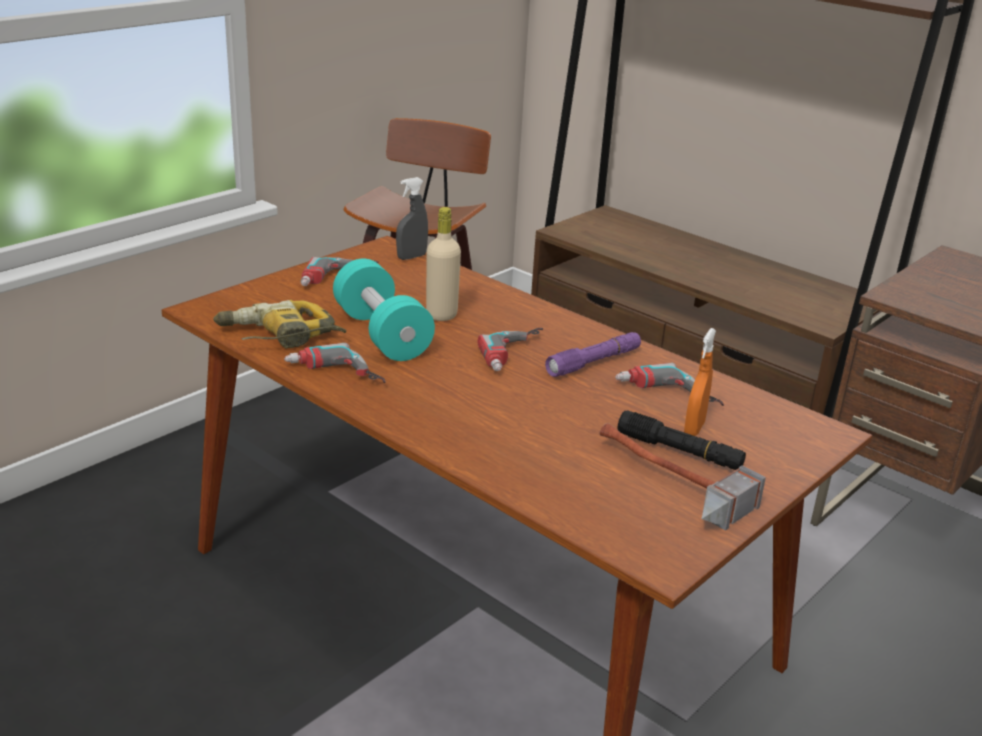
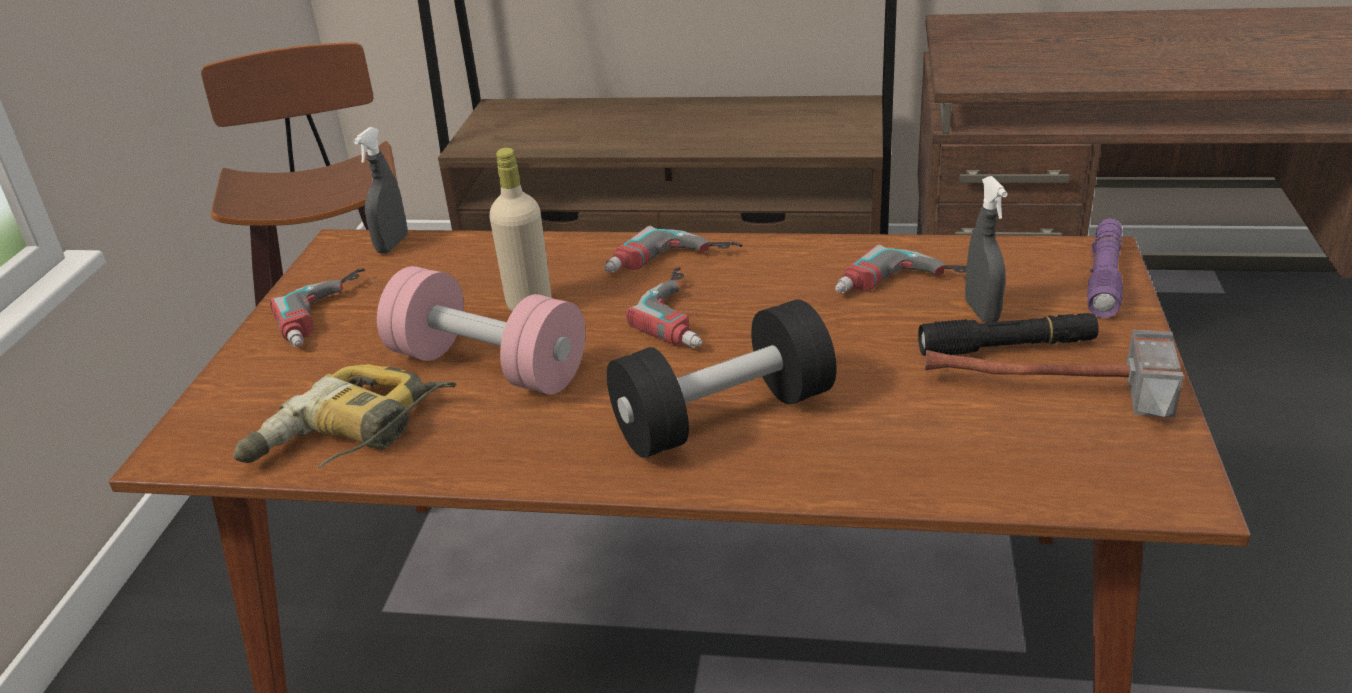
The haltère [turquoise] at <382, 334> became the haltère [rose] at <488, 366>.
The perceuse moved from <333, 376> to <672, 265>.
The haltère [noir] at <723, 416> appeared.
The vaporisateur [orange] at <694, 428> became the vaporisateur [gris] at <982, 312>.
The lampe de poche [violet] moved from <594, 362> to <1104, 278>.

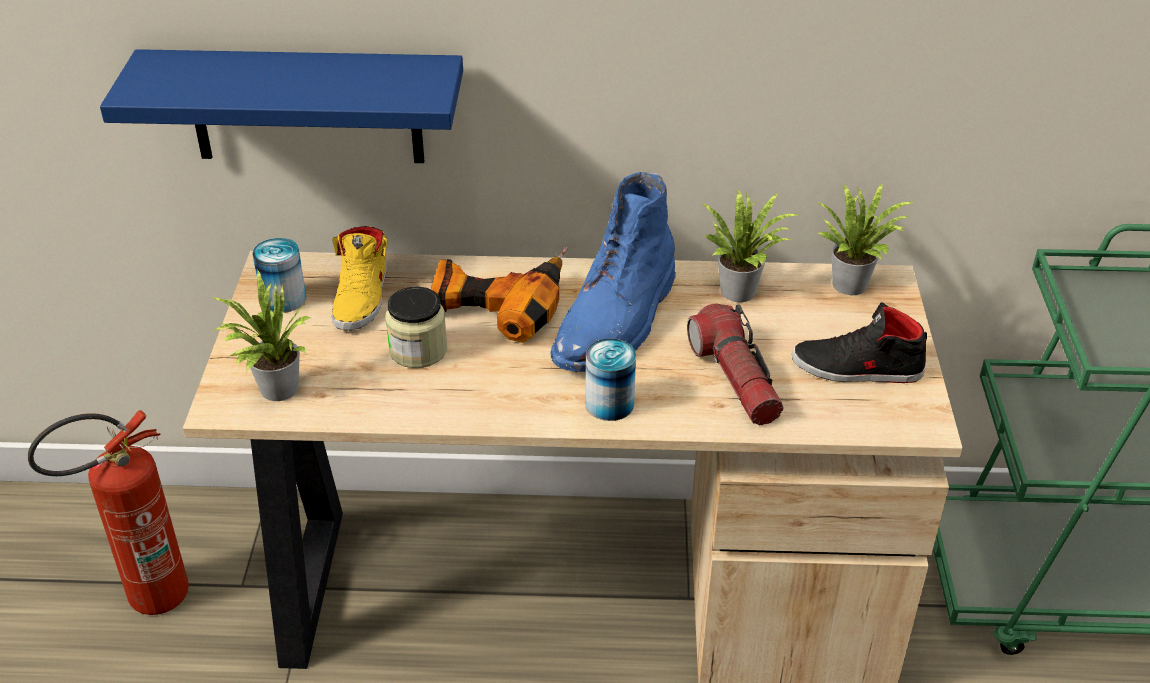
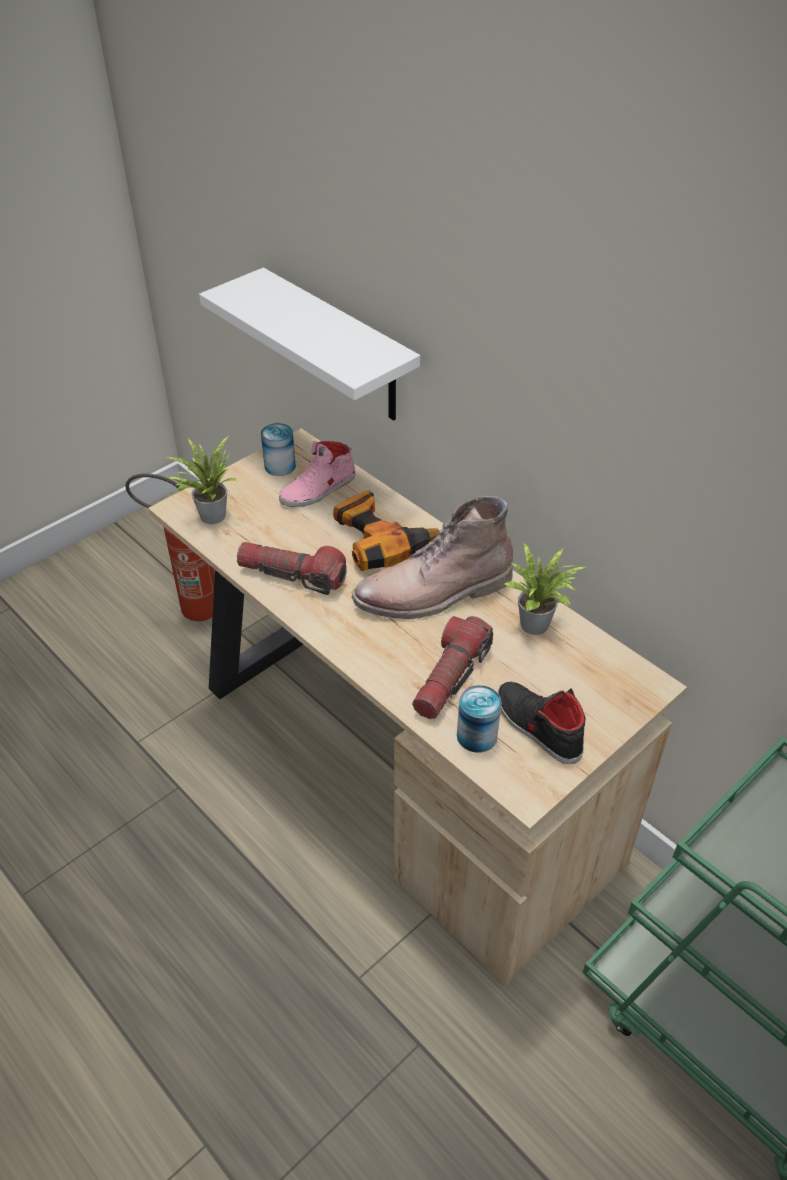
The étagère [bleu] at <306, 106> became the étagère [blanc] at <338, 347>.
The lampe de poche at <292, 575> appeared.
The chaussure [jaune] at <362, 297> became the chaussure [rose] at <318, 489>.
The botte [bleu] at <617, 321> became the botte [marron] at <433, 594>.
The boîte métallique moved from <609, 404> to <477, 736>.
The bocal at <418, 350> disappeared.
The plante en pot at <852, 283> disappeared.

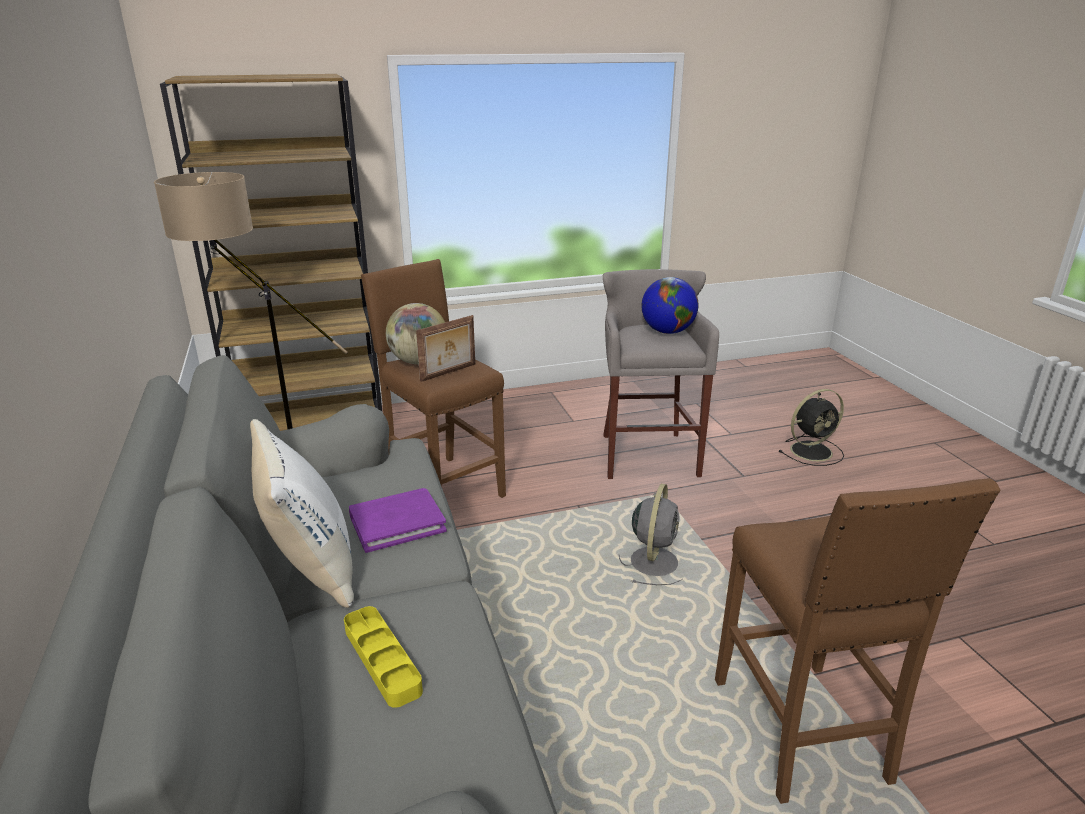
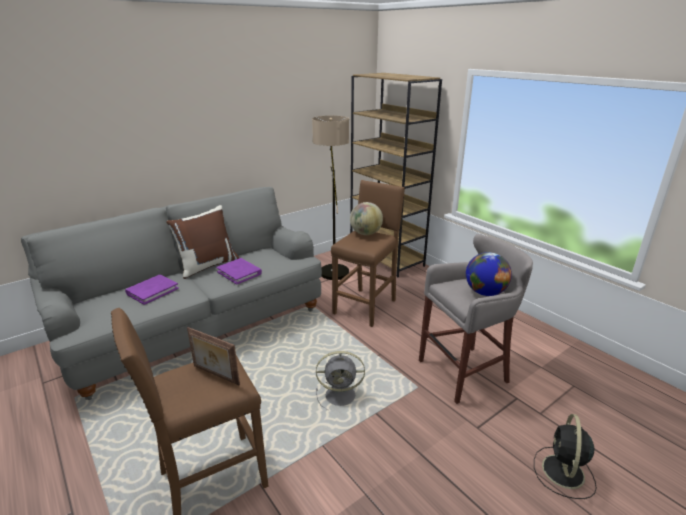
The plateau [jaune] at <382, 660> was replaced by the livre [violet] at <152, 291>.
The coussin [blanc] at <310, 567> became the coussin [marron] at <208, 265>.
The cadre photo moved from <449, 373> to <215, 375>.
The ventilateur [noir] at <812, 451> turned 60 degrees clockwise.

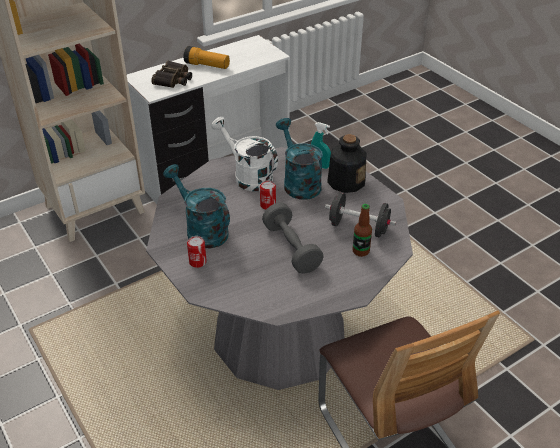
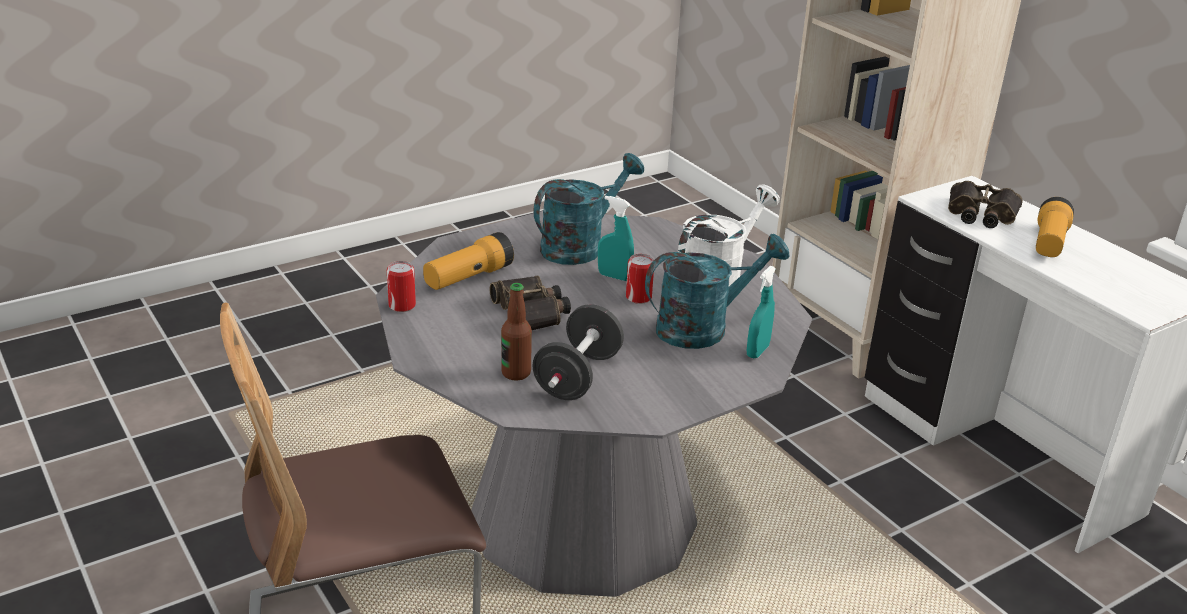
The boîte métallique moved from <197, 262> to <402, 305>.
The lampe de poche at <468, 277> appeared.
The haltère [gris] at <291, 248> was replaced by the jumelles at <531, 312>.
The vaporisateur [turquoise] at <614, 276> appeared.
The bouteille at <345, 181> disappeared.

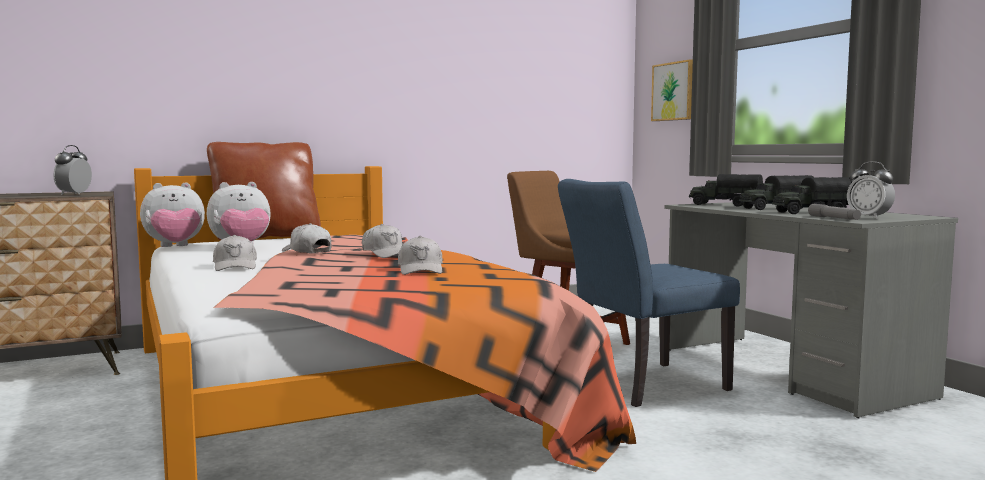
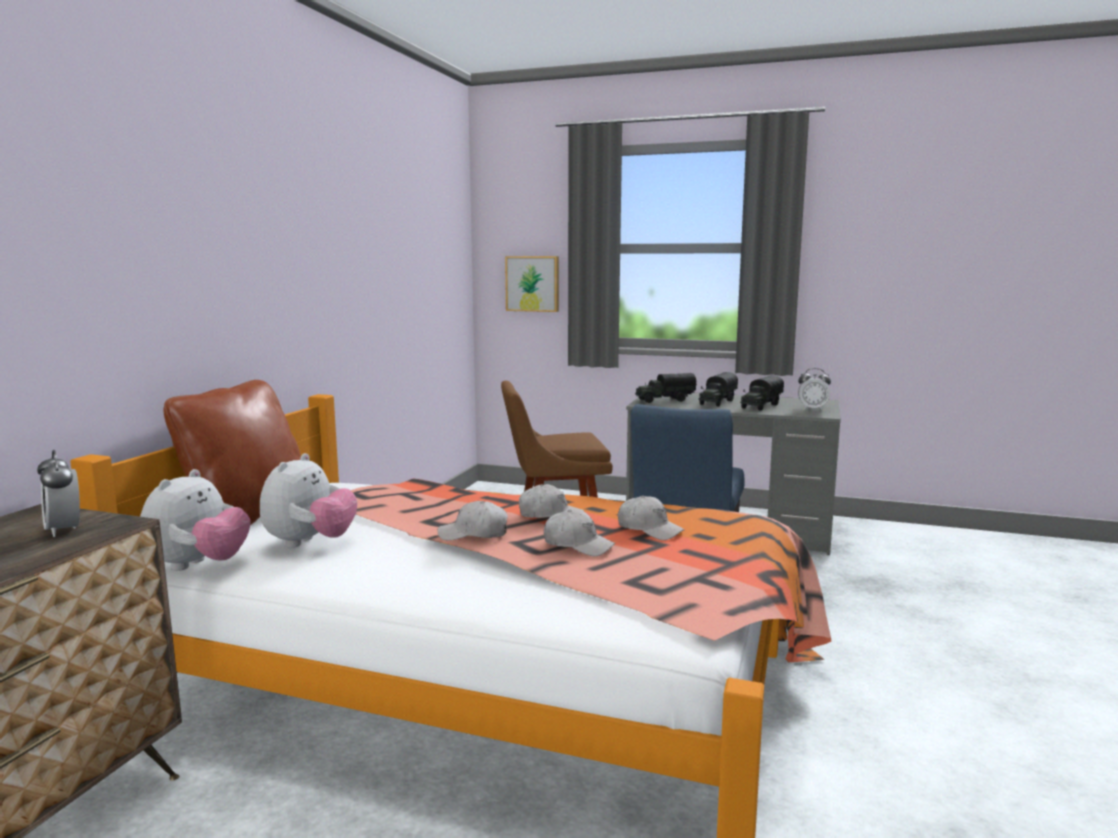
The casquette [blanc] moved from <235, 266> to <578, 545>.
The lampe de poche [gris] at <833, 218> disappeared.

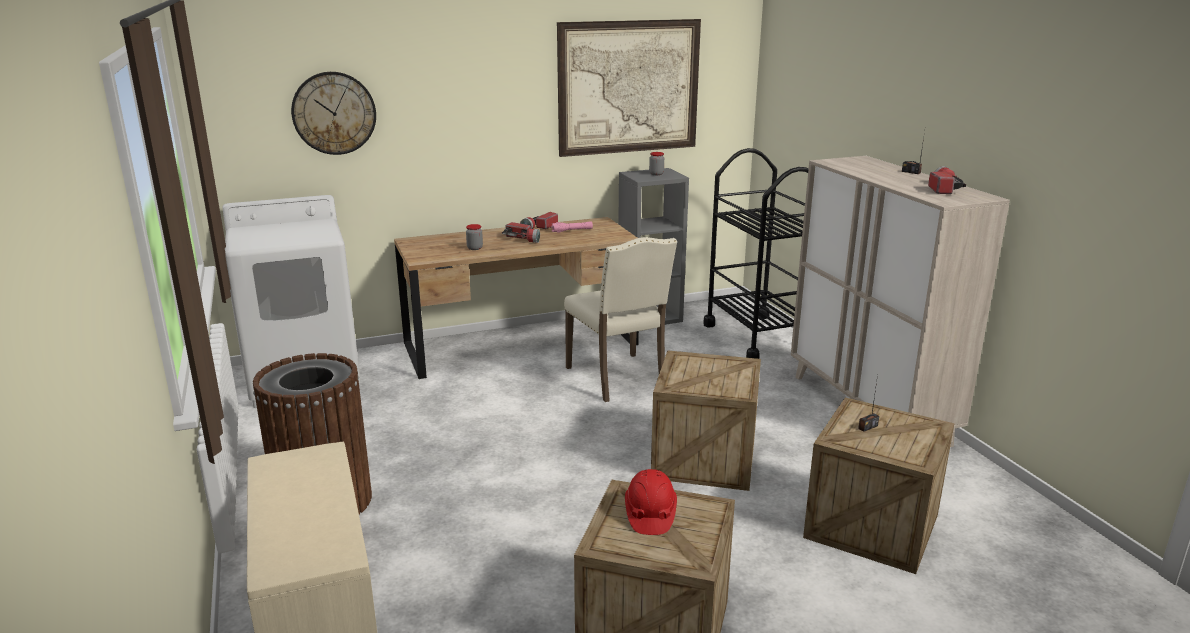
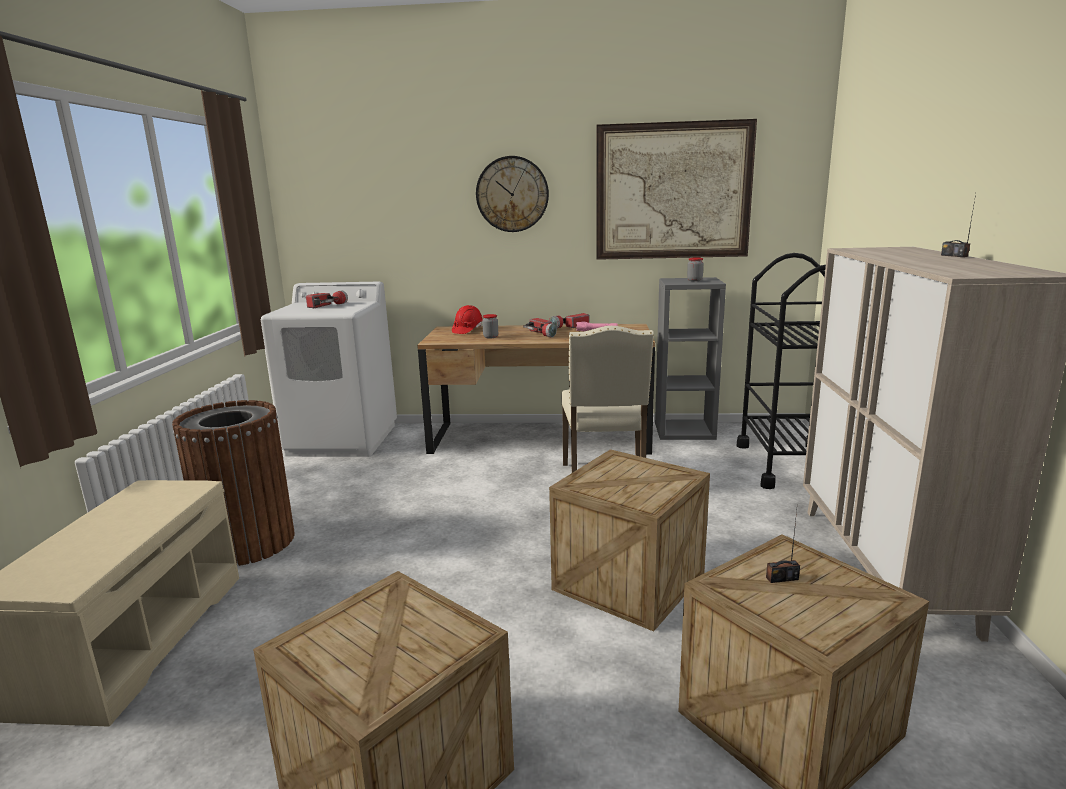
The lampe de poche moved from <943, 189> to <328, 306>.
The casque de chantier [rouge] moved from <650, 514> to <468, 330>.
The horloge murale moved from <334, 113> to <512, 194>.

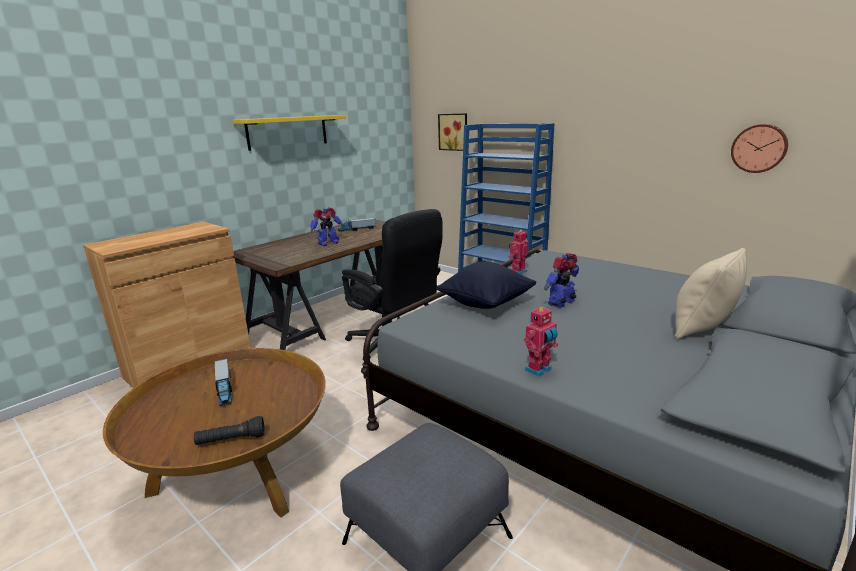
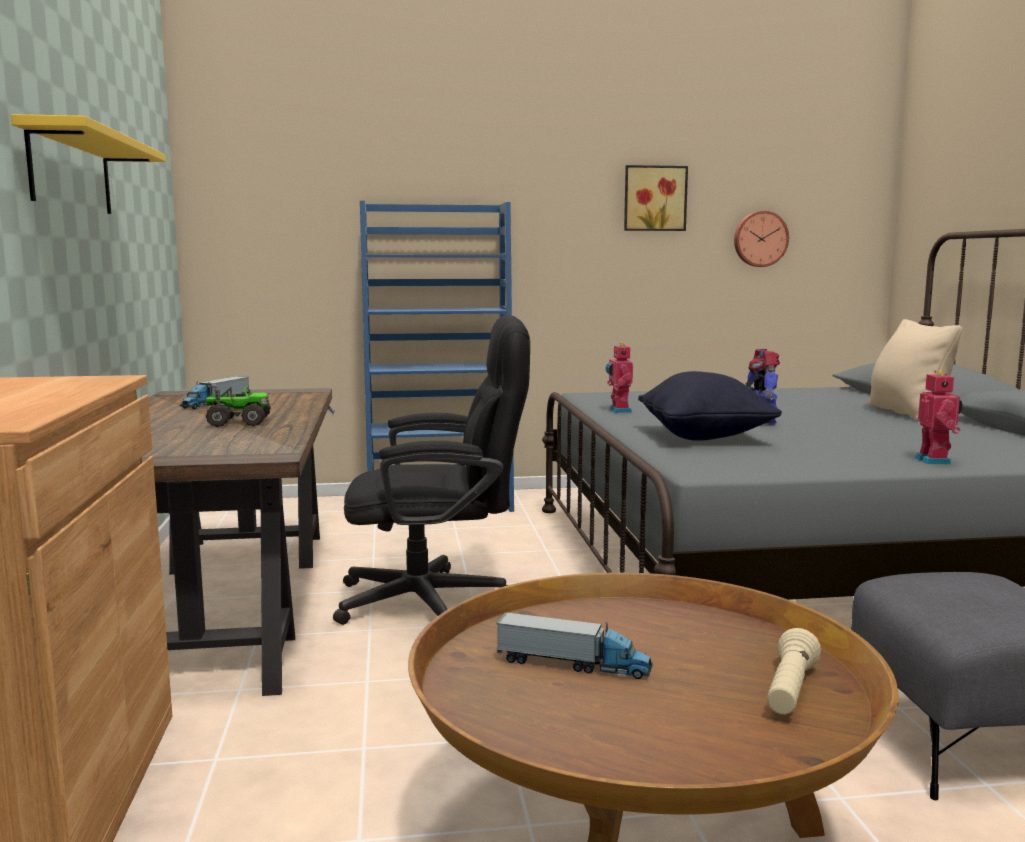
The robot jouet at <327, 243> was replaced by the camion jouet at <238, 422>.
The tableau moved from <454, 132> to <654, 198>.
The lampe de poche [noir] at <231, 440> became the lampe de poche [beige] at <790, 691>.

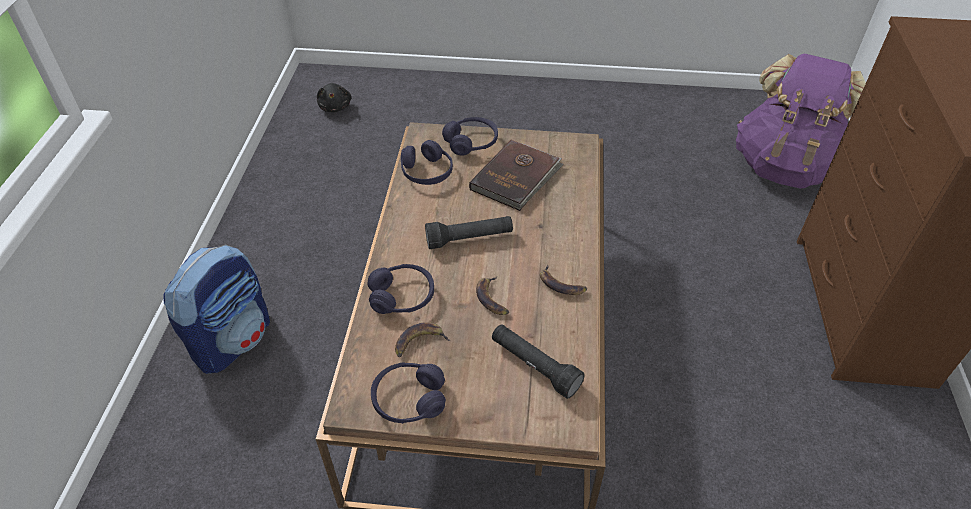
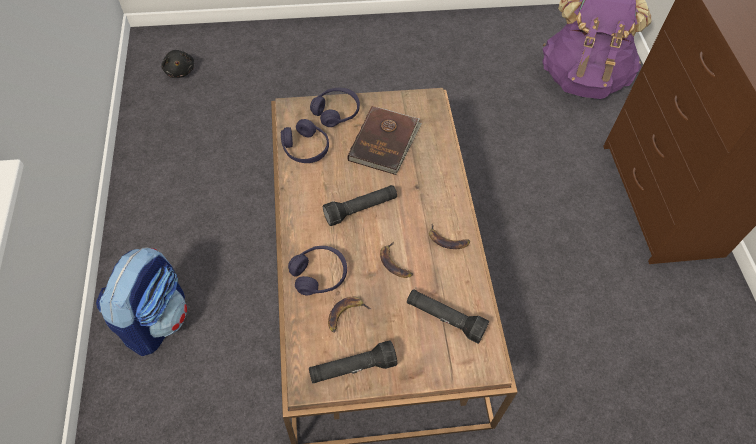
The casque audio [violet] at <409, 399> was replaced by the lampe de poche [noir] at <352, 368>.

